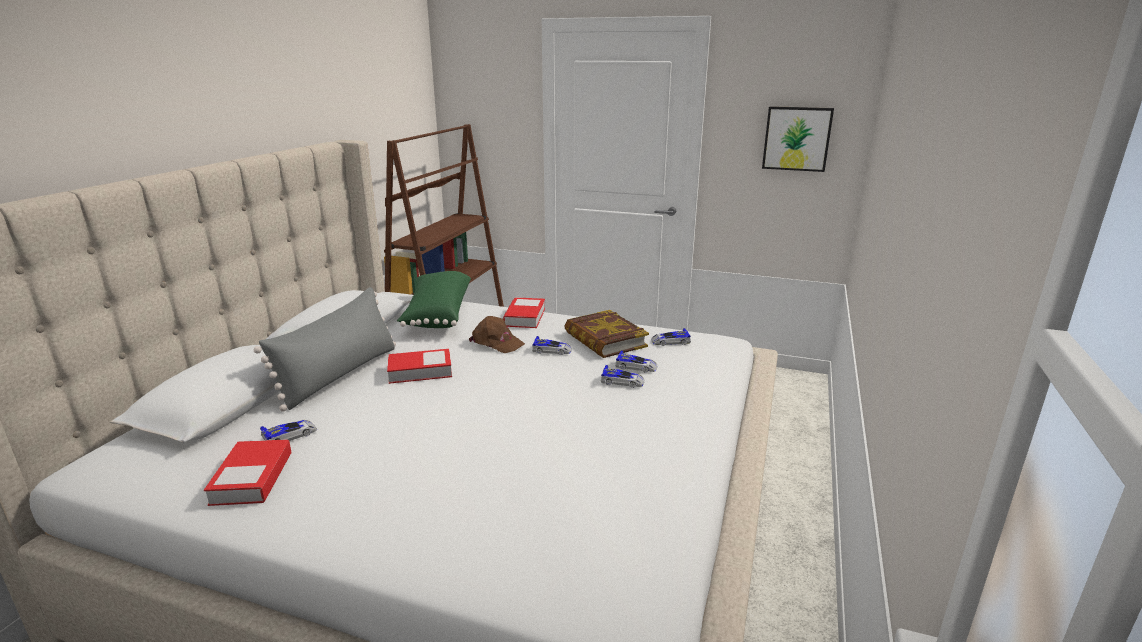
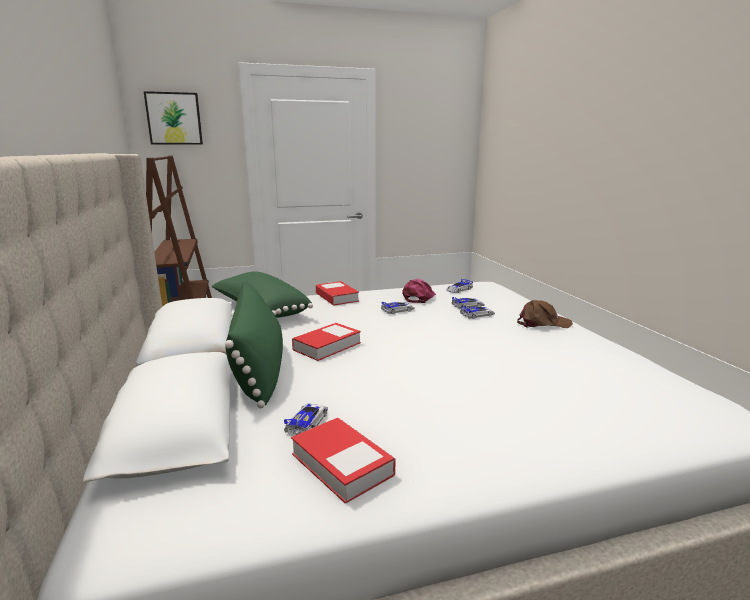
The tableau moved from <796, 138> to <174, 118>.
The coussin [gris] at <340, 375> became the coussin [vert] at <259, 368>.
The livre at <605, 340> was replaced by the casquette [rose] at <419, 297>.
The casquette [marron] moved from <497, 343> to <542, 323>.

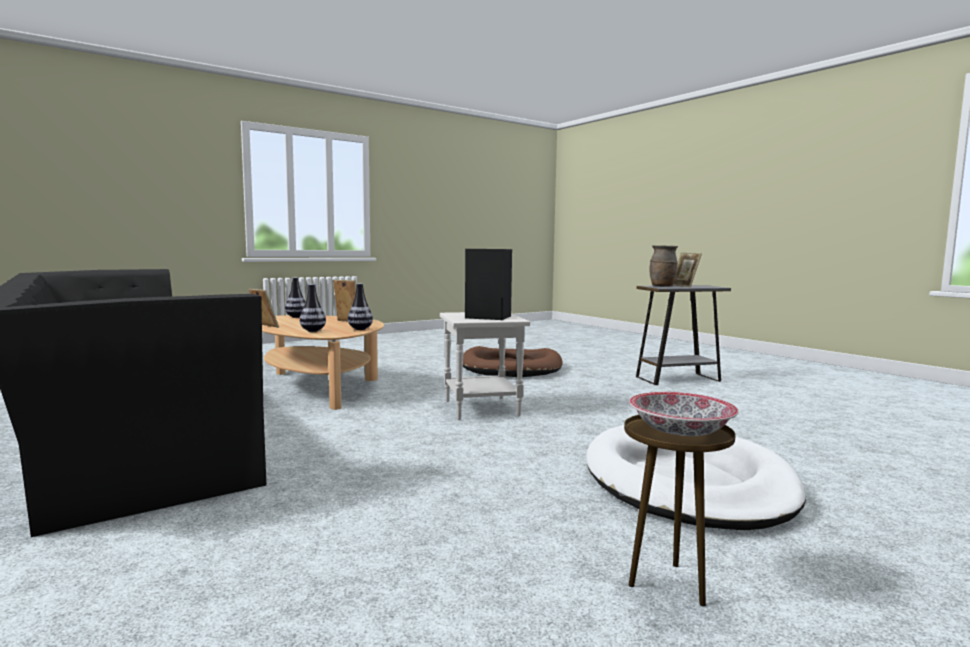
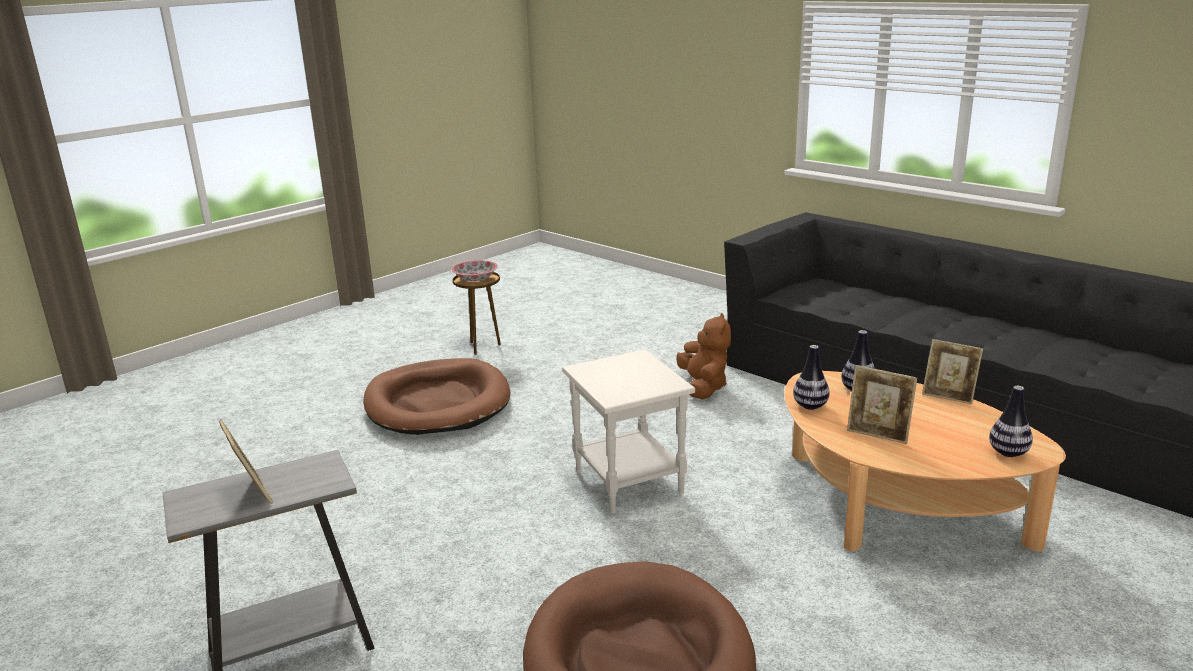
The panier pour chien [blanc] at <687, 483> became the panier pour chien [marron] at <437, 403>.
The peluche [marron] at <703, 387> appeared.
The enceinte [noir] at <489, 317> disappeared.
The vase [marron] at <662, 286> disappeared.

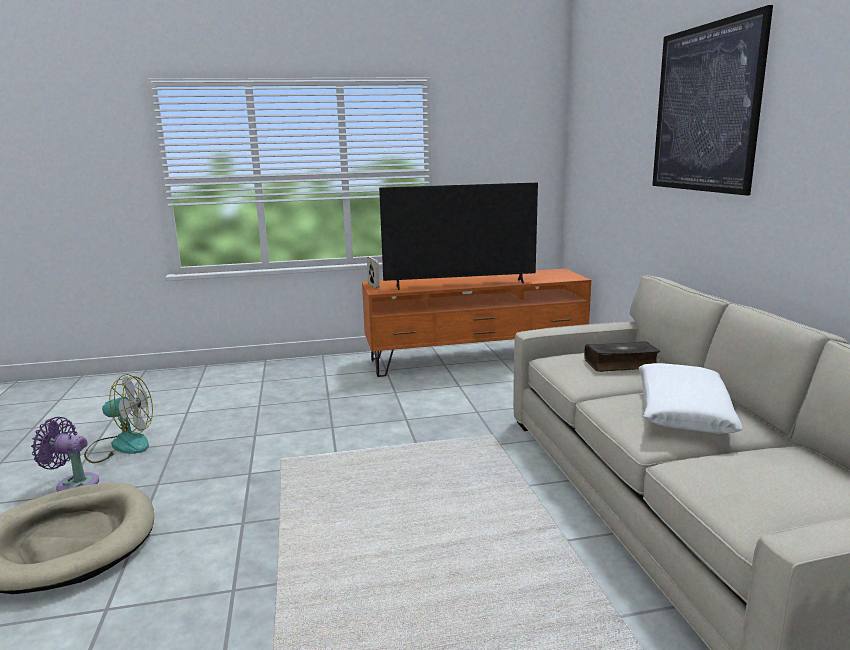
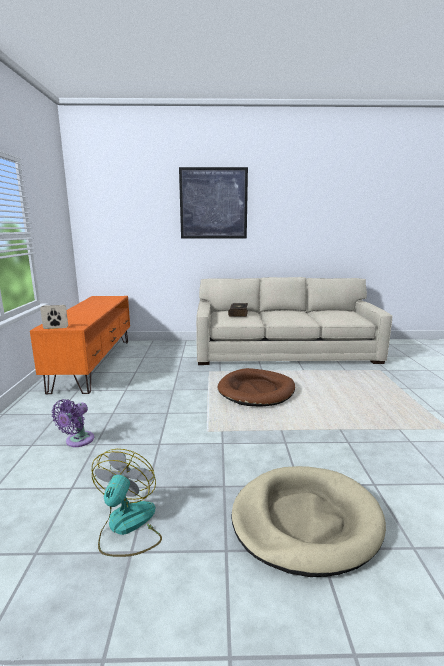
The ventilateur [violet] moved from <74, 484> to <77, 441>.
The panier pour chien [marron] at <256, 390> appeared.
The téléviseur at <460, 284> disappeared.
The coussin [blanc] at <682, 411> disappeared.

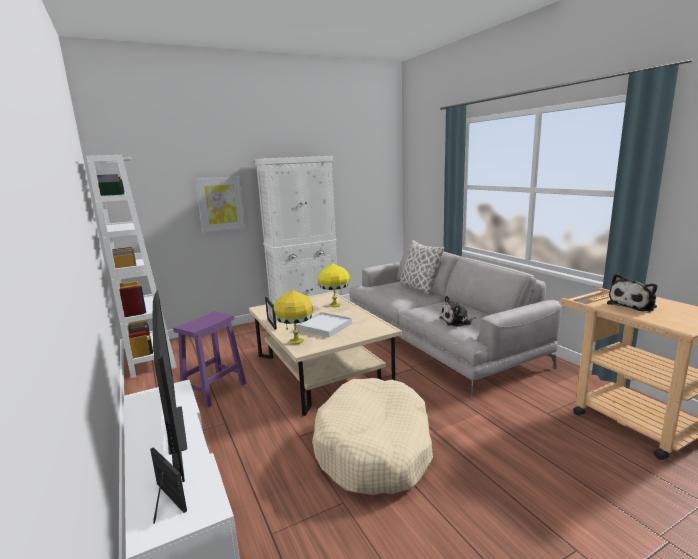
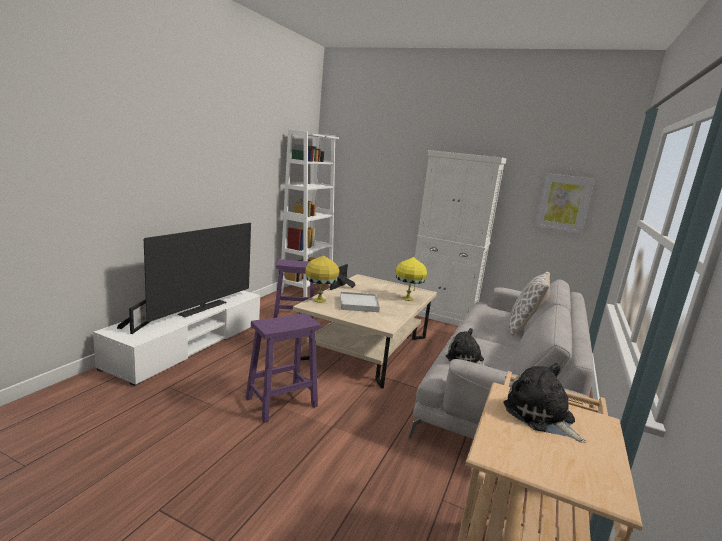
The panier pour chien [beige] at <374, 448> was replaced by the tabouret [violet] at <282, 401>.
The peluche at <633, 305> turned 45 degrees clockwise.
The tableau moved from <220, 204> to <563, 203>.

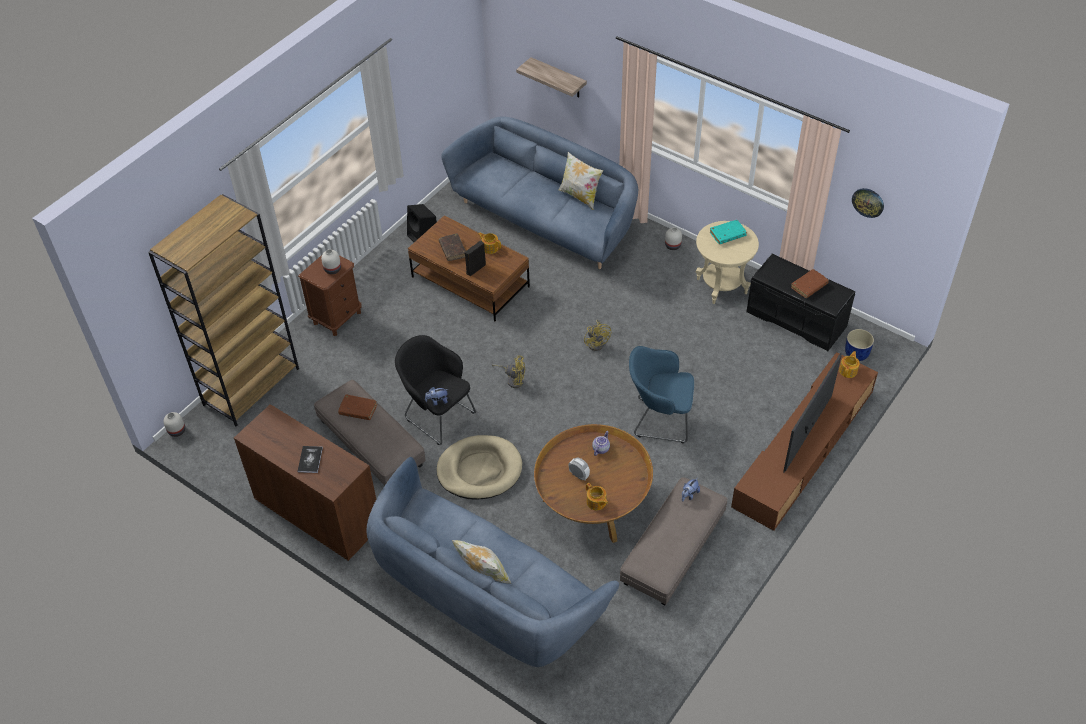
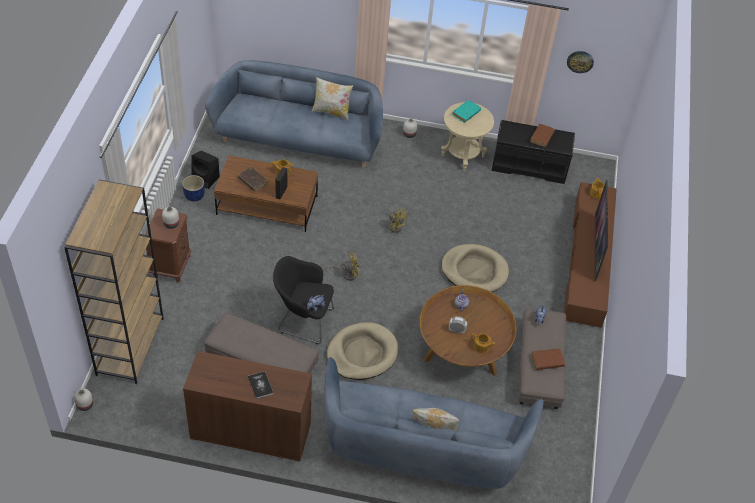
The cache-pot [bleu] moved from <856, 353> to <194, 195>.
The fauteuil [bleu] at <659, 419> was replaced by the panier pour chien [beige] at <474, 271>.
The livre [marron] moved from <358, 410> to <547, 361>.
The étagère at <558, 78> disappeared.

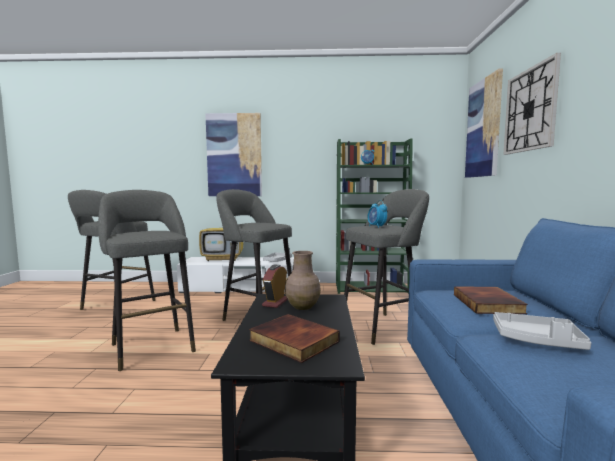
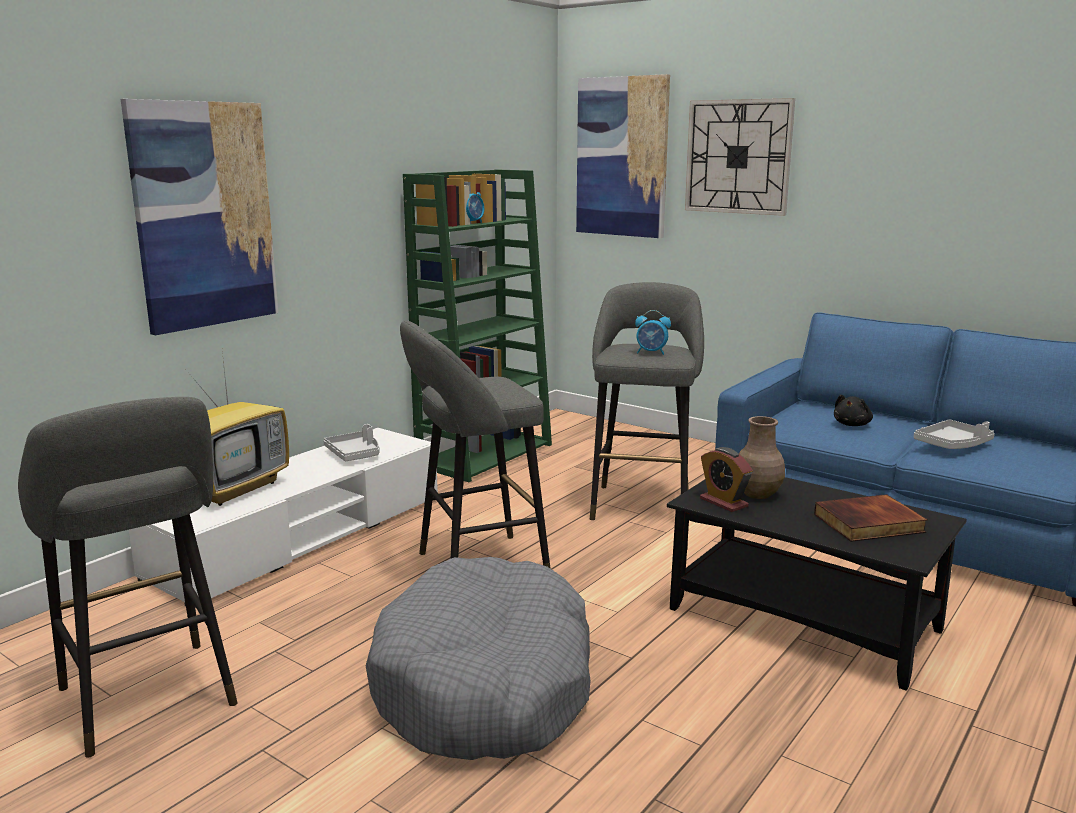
The tabouret [gris] at <151, 346> was replaced by the panier pour chien [gris] at <485, 684>.
The livre at <489, 304> was replaced by the peluche [noir] at <852, 424>.

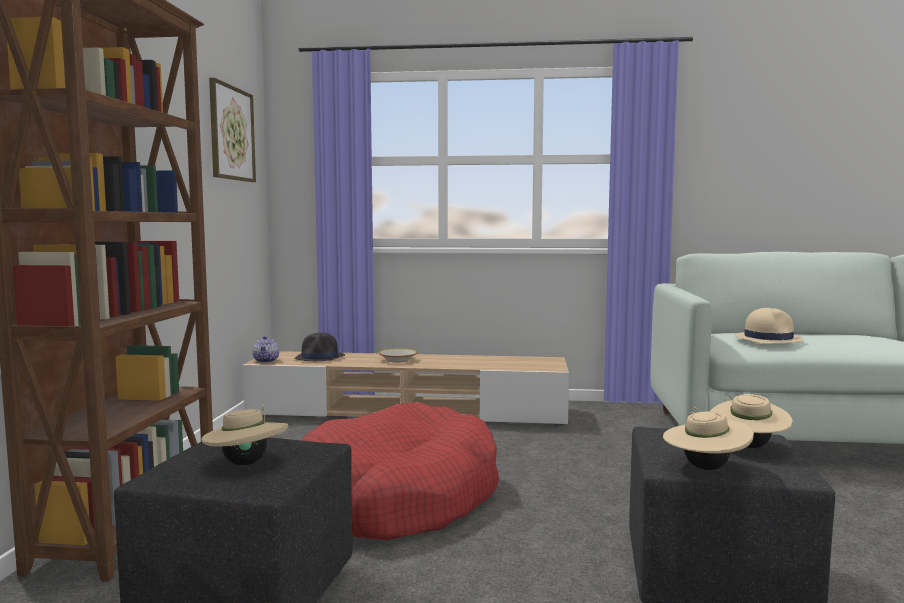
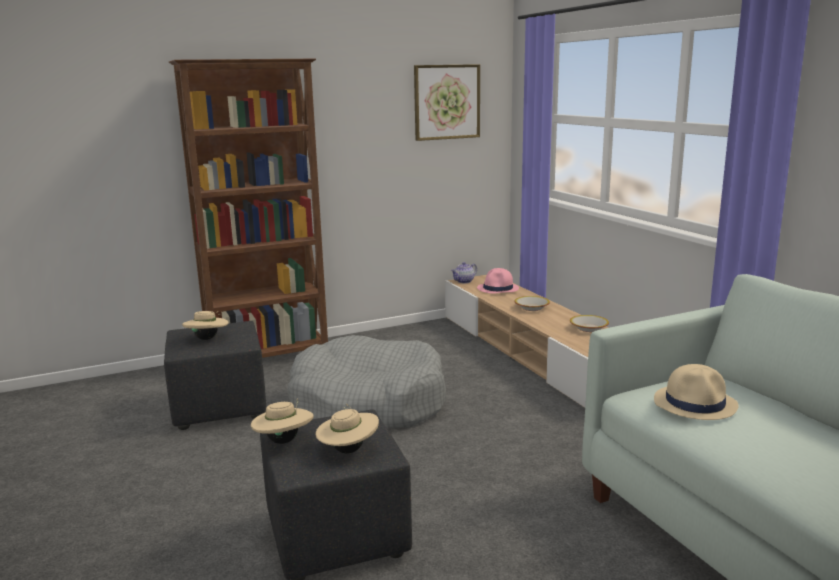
The panier pour chien [rouge] at <398, 497> became the panier pour chien [gris] at <368, 402>.
The chapeau [noir] at <320, 357> became the chapeau [rose] at <498, 289>.
The bol at <588, 328> appeared.

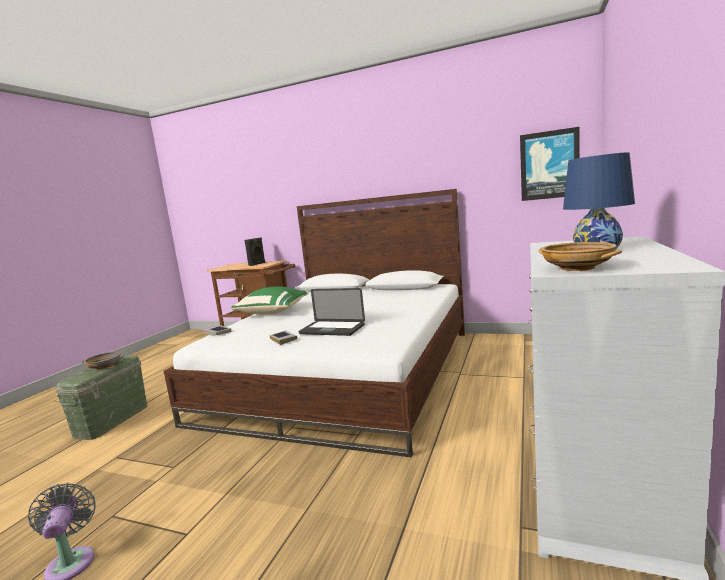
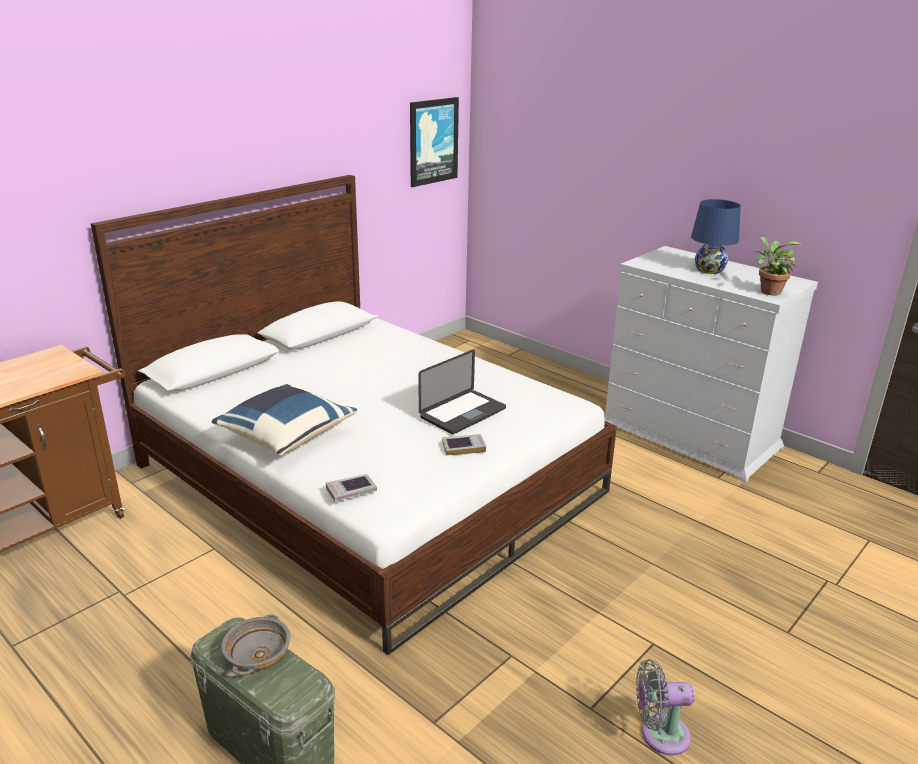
The coussin [vert] at <274, 312> became the coussin [bleu] at <286, 435>.
The bol [beige] at <578, 268> was replaced by the plante en pot at <768, 291>.
The enceinte [noir] at <257, 264> disappeared.

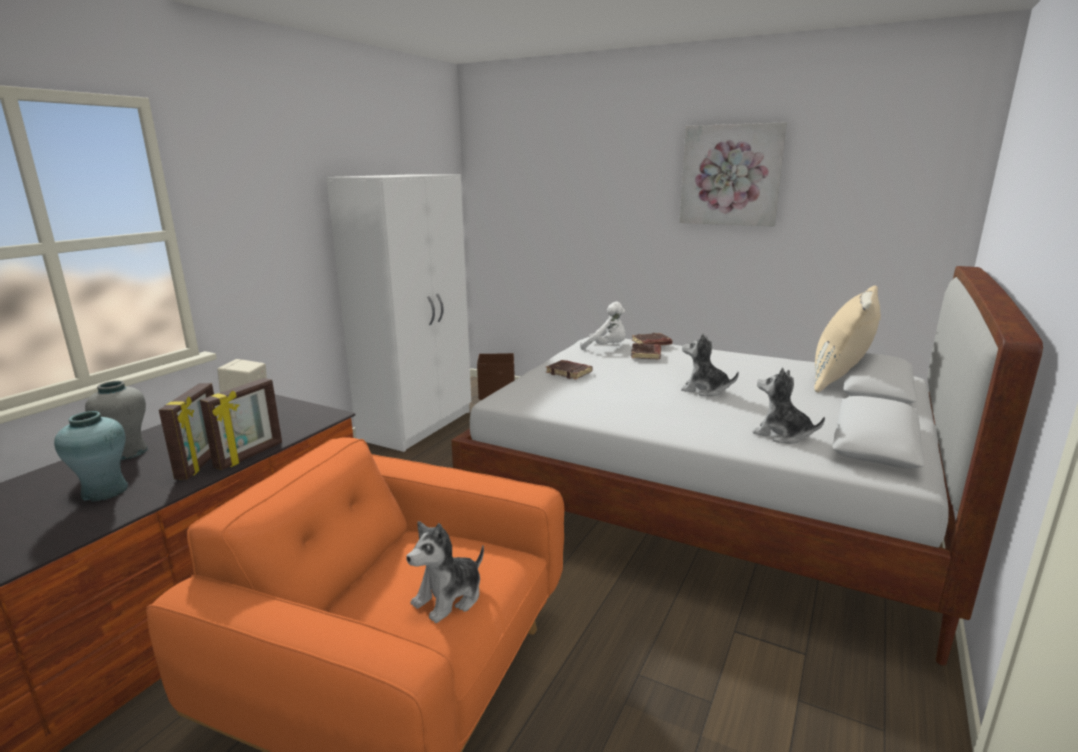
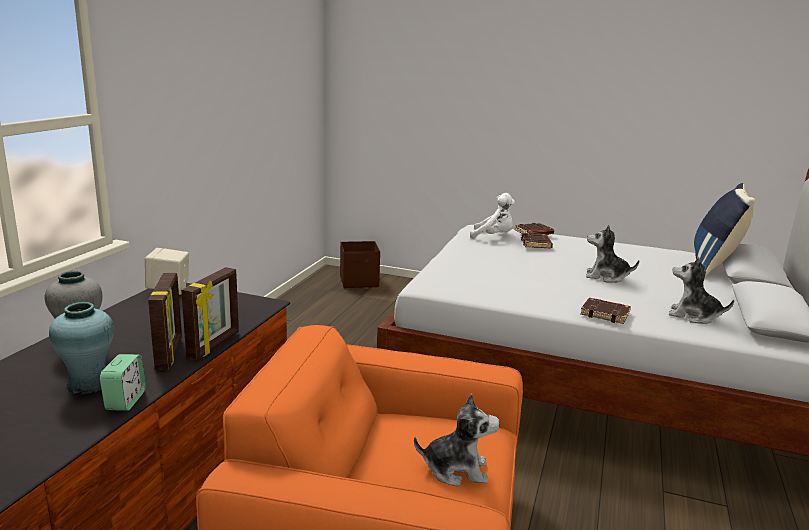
The réveil at <125, 401> appeared.
The peluche at <449, 598> turned 120 degrees counterclockwise.
The livre [marron] moved from <570, 373> to <605, 314>.
The coussin [beige] at <840, 380> became the coussin [bleu] at <714, 267>.
The armoire [blanc] at <418, 425> disappeared.
The tableau at <731, 175> disappeared.

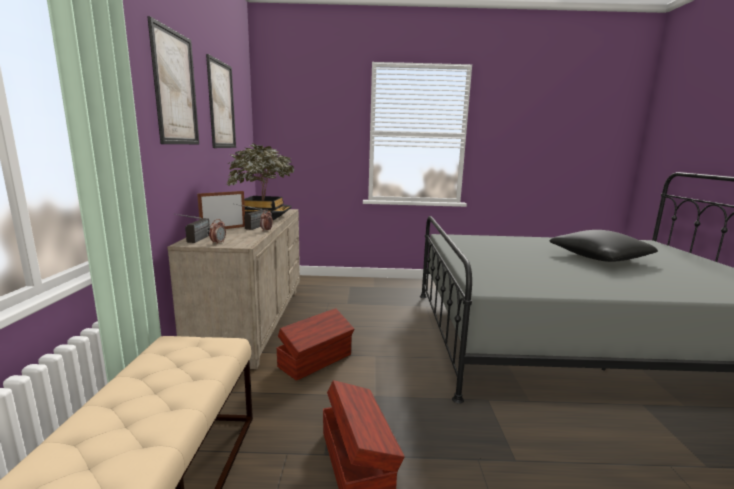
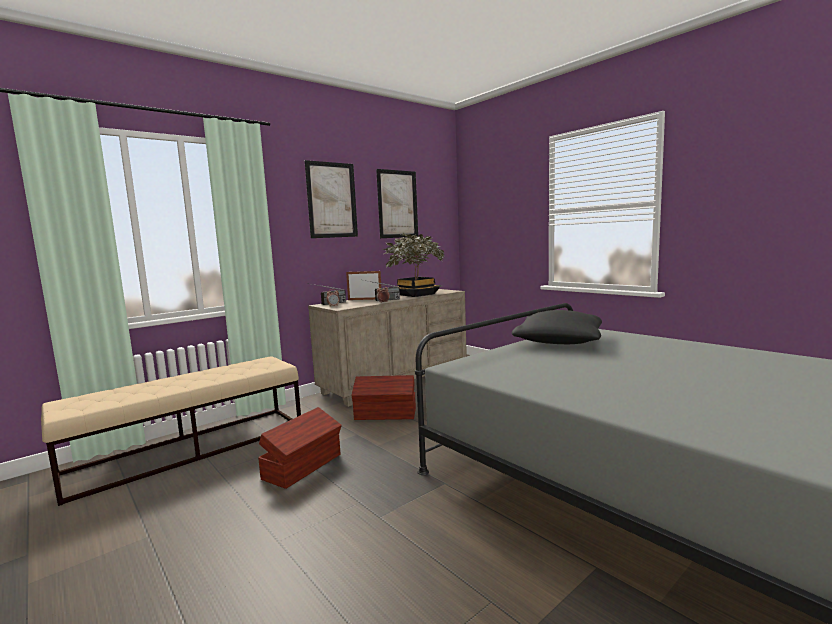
The coussin [noir] moved from <599, 258> to <559, 341>.

